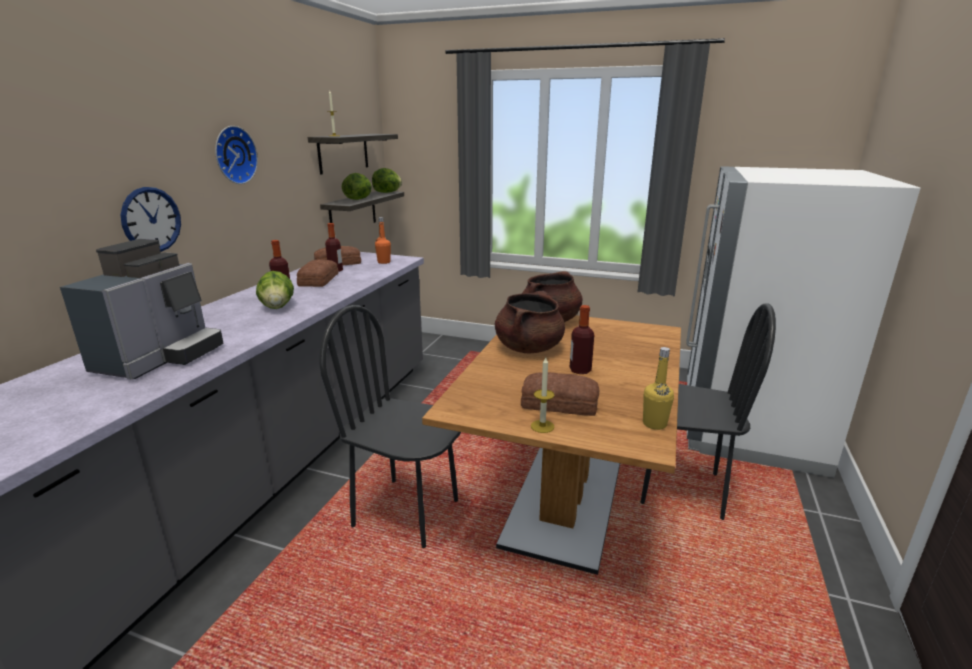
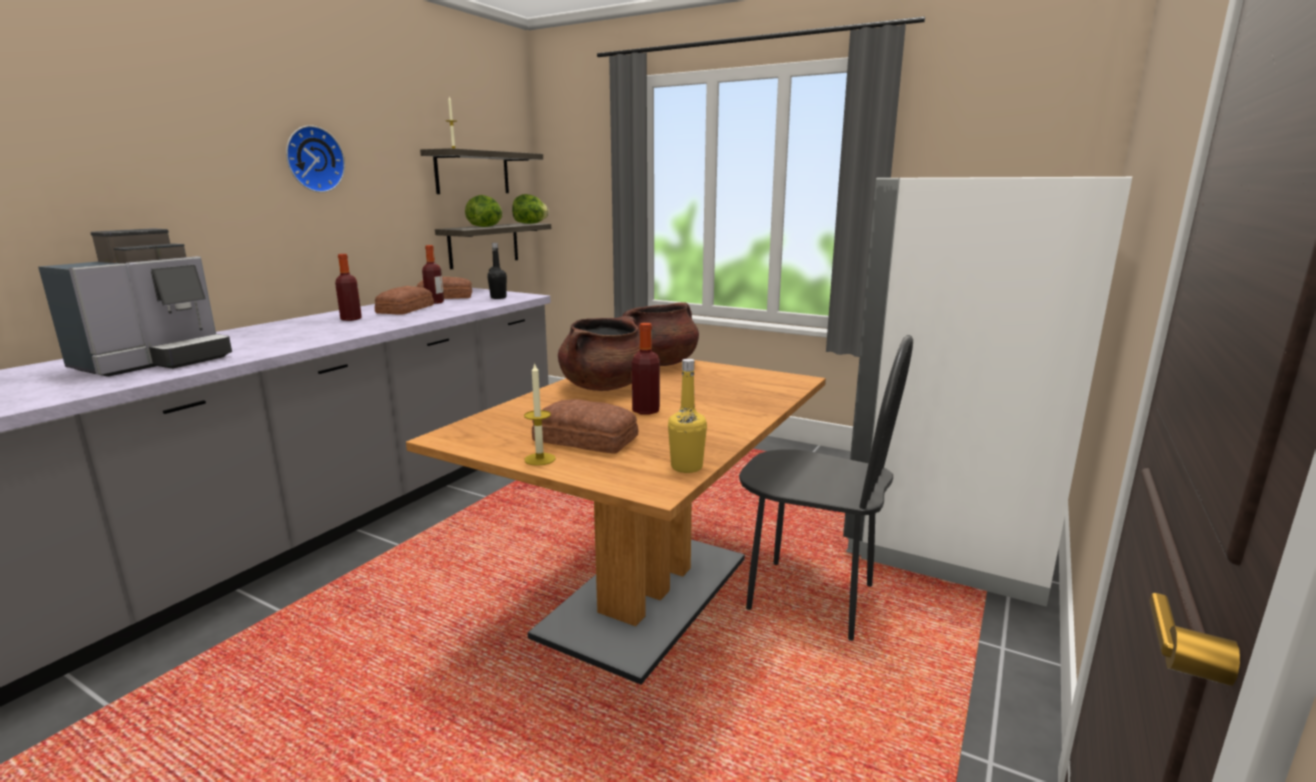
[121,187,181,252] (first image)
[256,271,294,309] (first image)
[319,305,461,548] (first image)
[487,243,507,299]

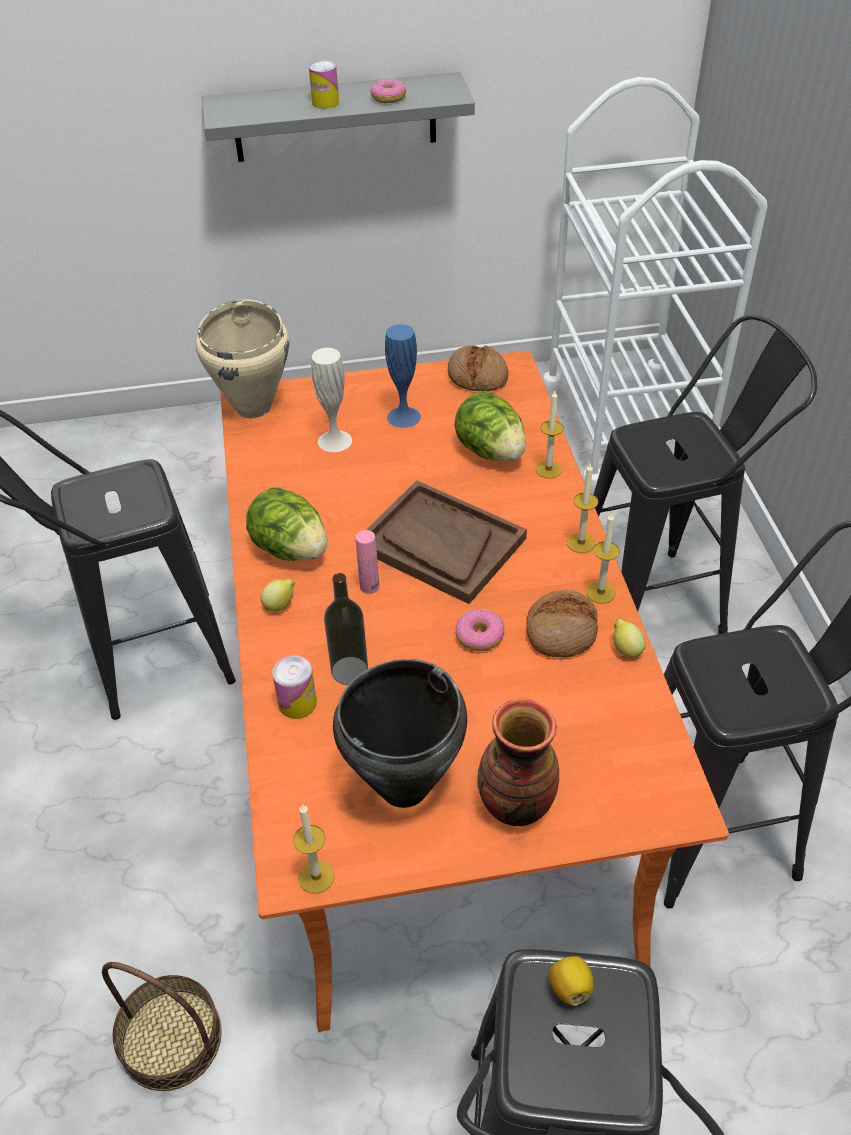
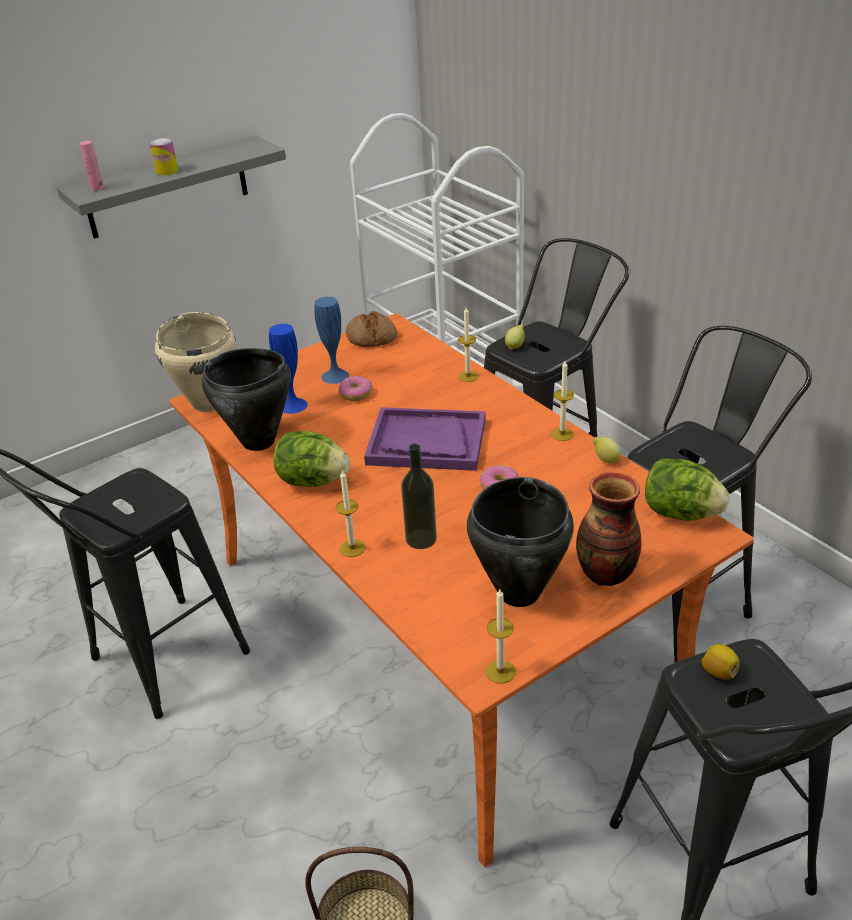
[272,656,317,719] (first image)
[527,590,598,657] (first image)
[202,348,291,451]
[505,325,525,350]
[79,141,104,191]
[339,376,372,401]
[645,458,730,521]
[336,469,365,557]
[269,324,308,414]
[364,407,486,471]

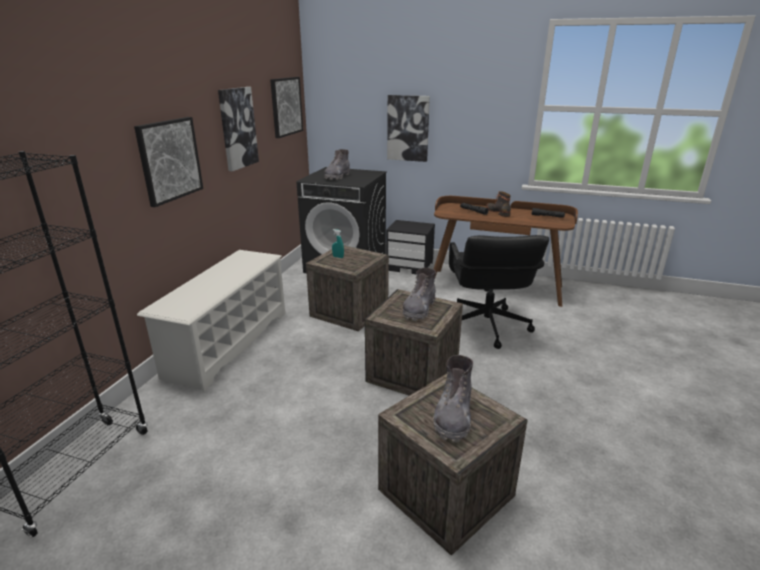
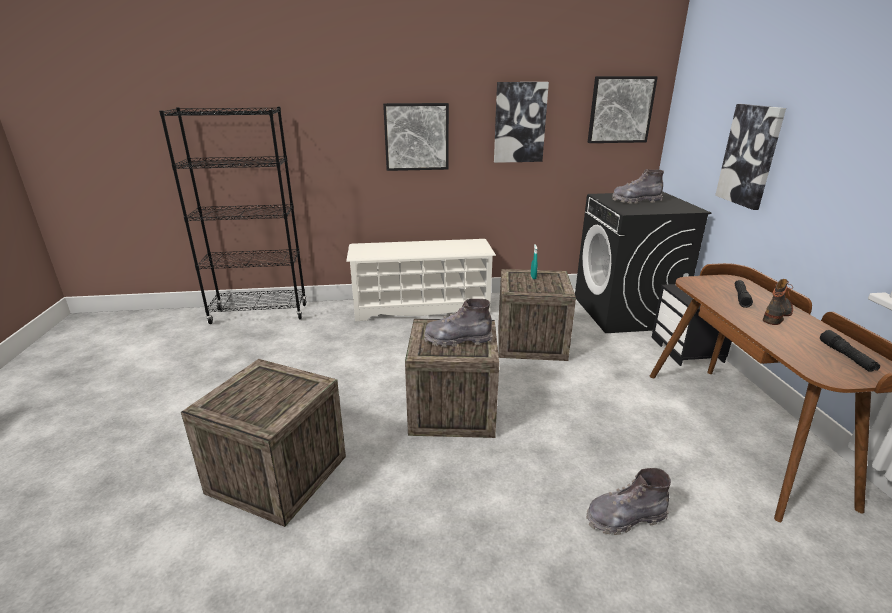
[449,235,549,349] (first image)
[586,468,671,535]

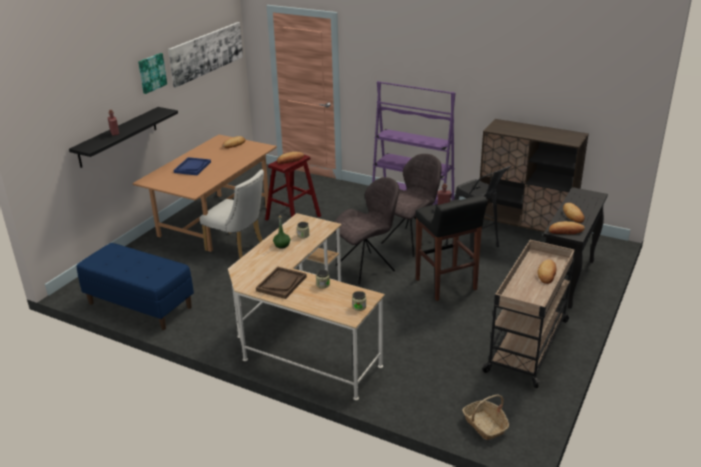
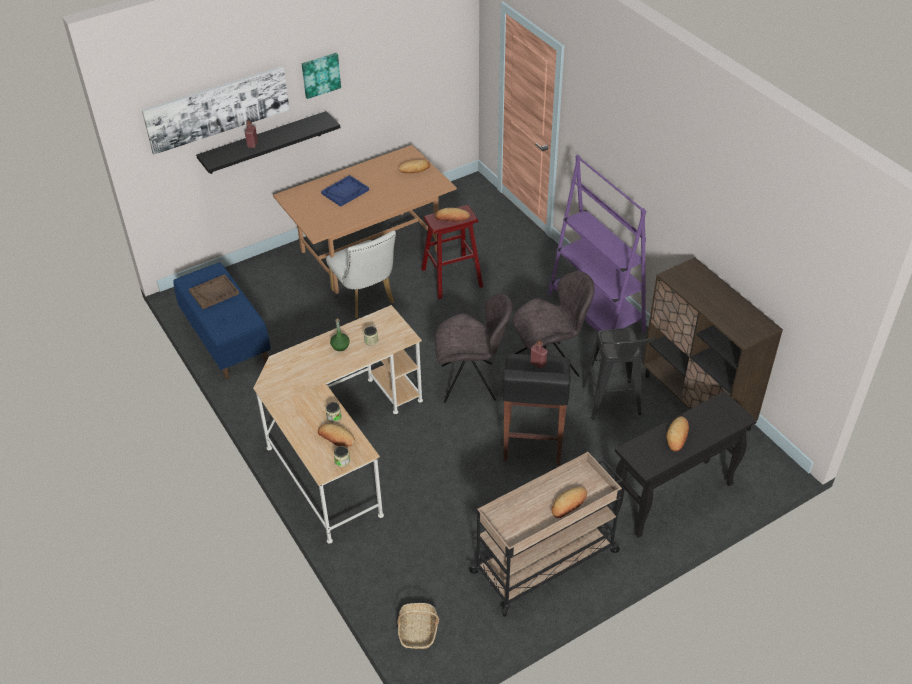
[142,66,290,155]
[189,274,239,309]
[318,423,355,447]

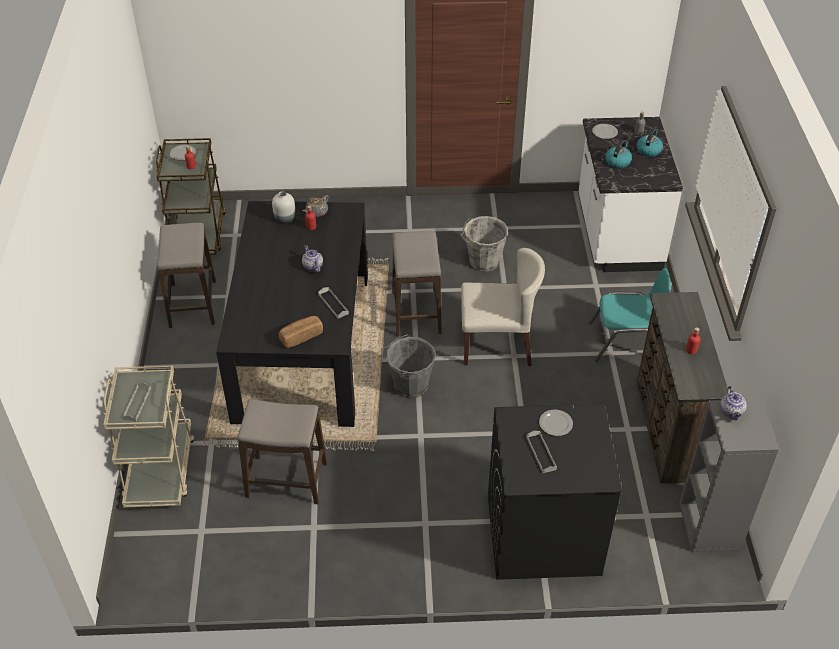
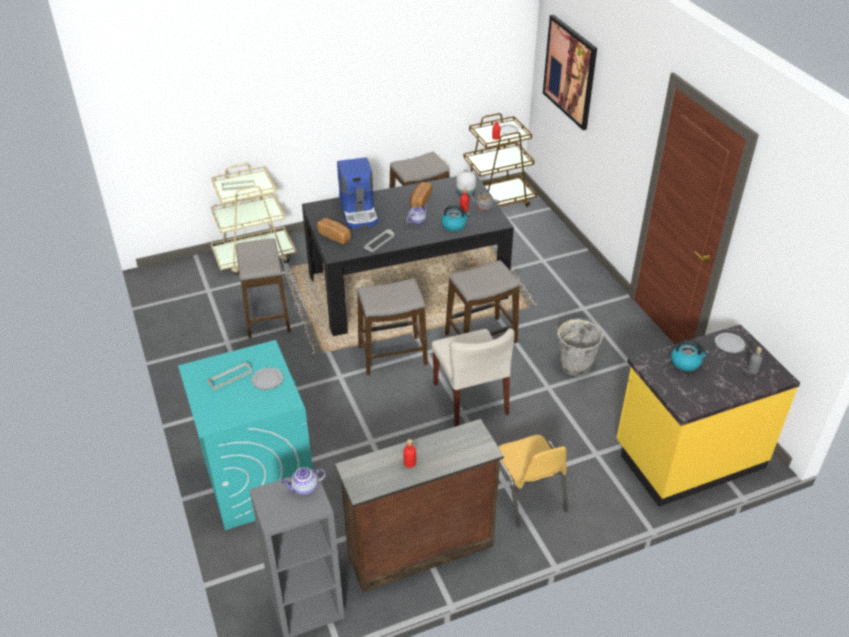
[337,157,378,229]
[410,182,432,208]
[543,14,597,130]
[441,205,470,231]
[357,279,428,375]
[178,340,313,530]
[616,324,800,507]
[498,435,568,527]

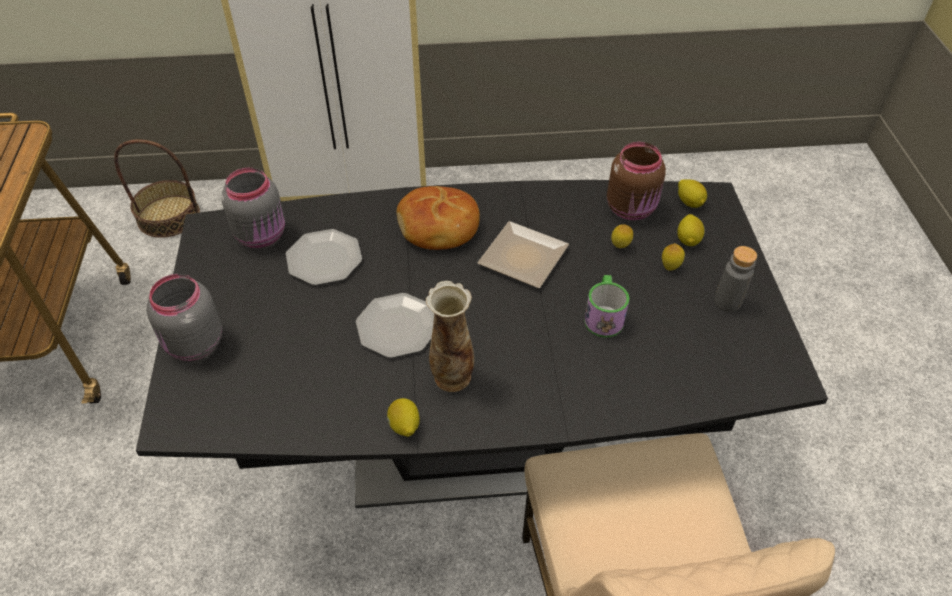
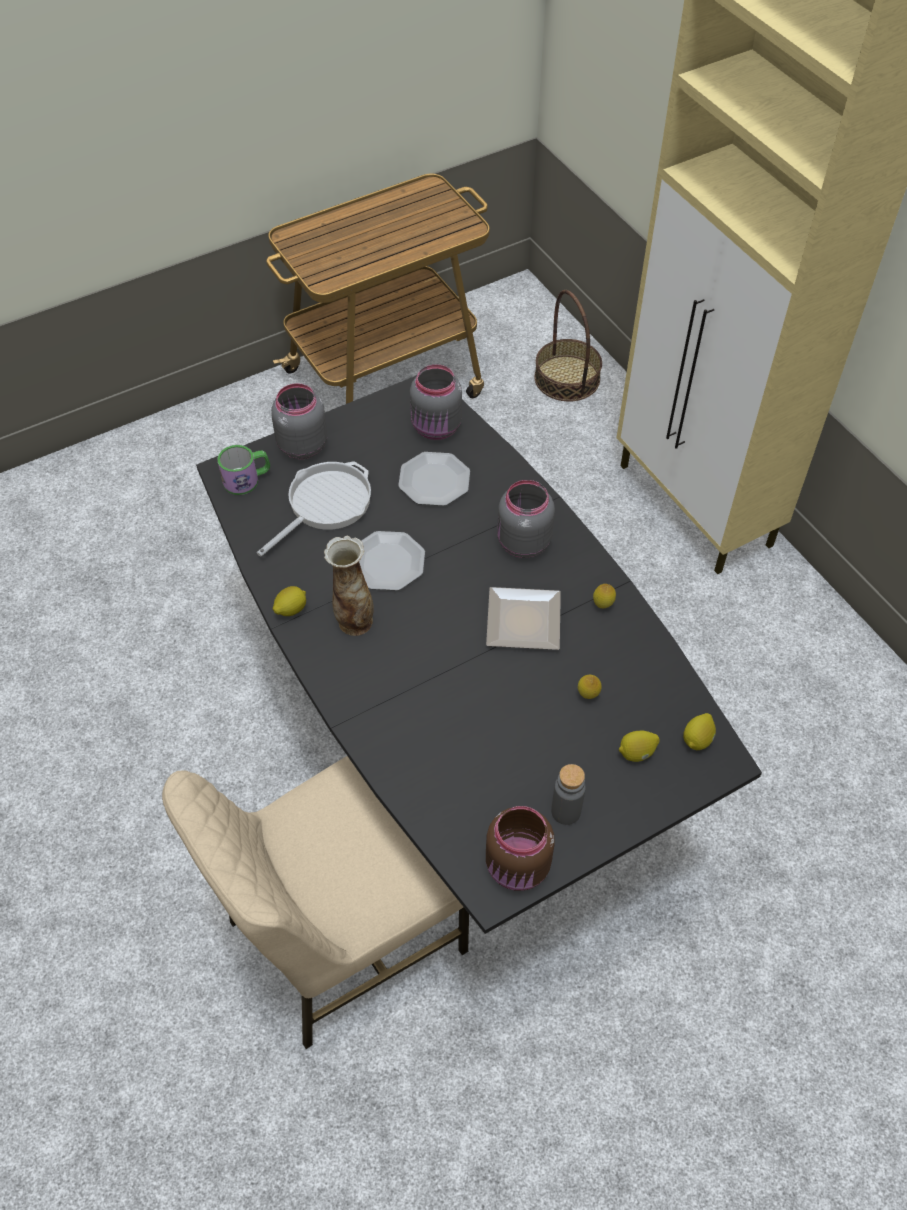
[257,461,371,556]
[217,445,270,495]
[486,806,555,891]
[593,584,616,608]
[497,480,555,558]

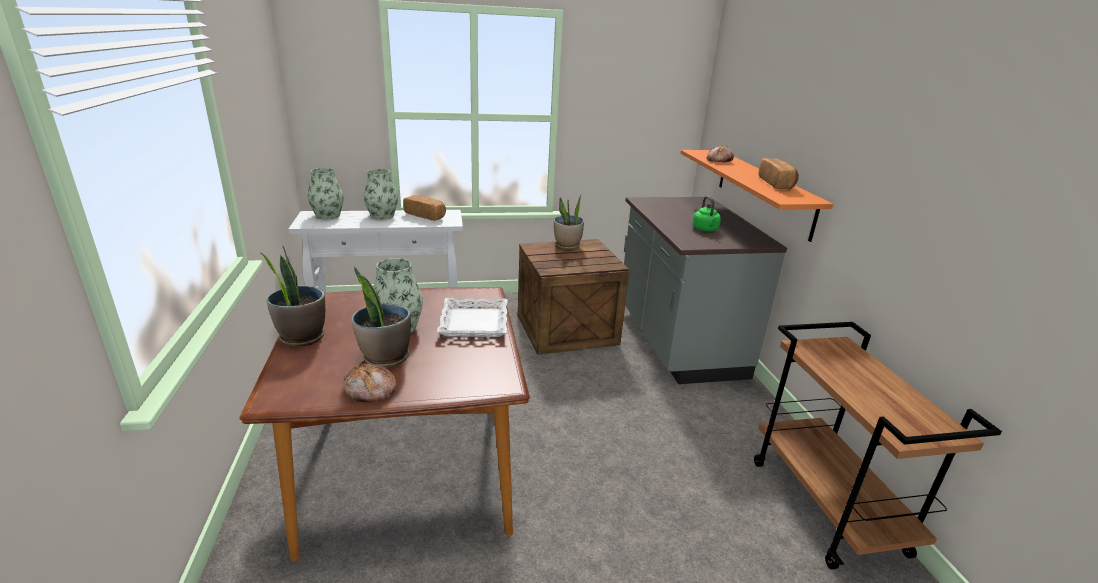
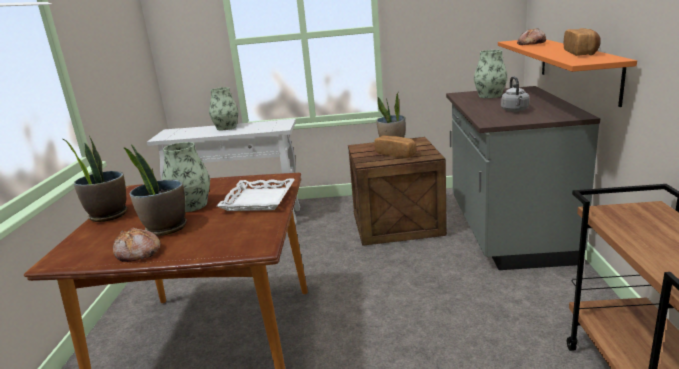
[474,50,508,98]
[374,135,417,158]
[501,76,530,112]

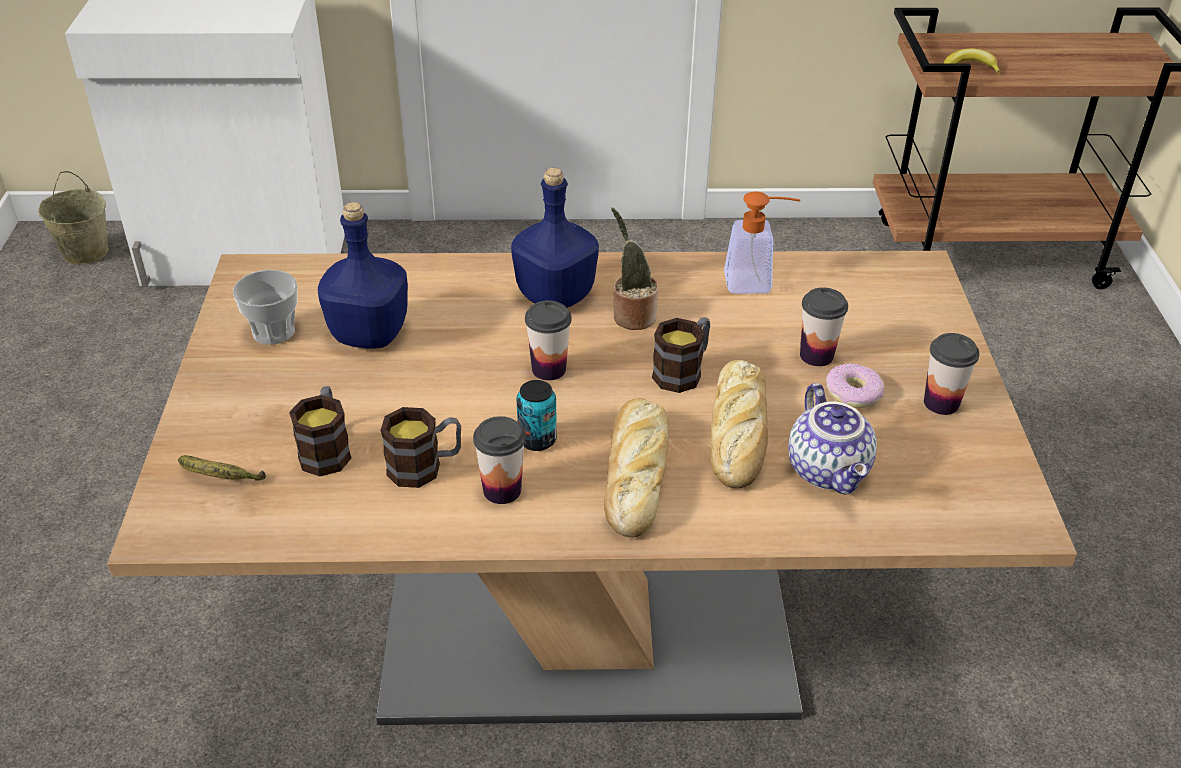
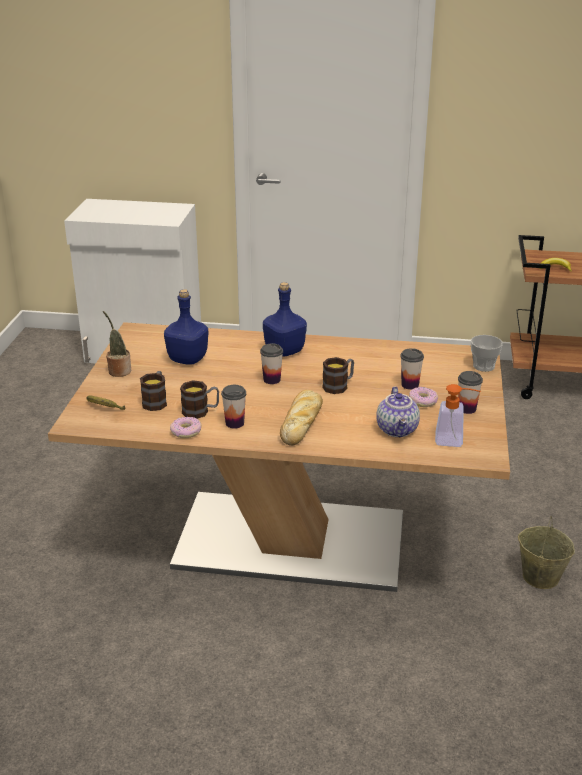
[516,380,557,451] (first image)
[711,360,768,488] (first image)
[170,417,202,438]
[518,516,575,589]
[471,335,503,372]
[103,311,132,377]
[435,384,481,447]

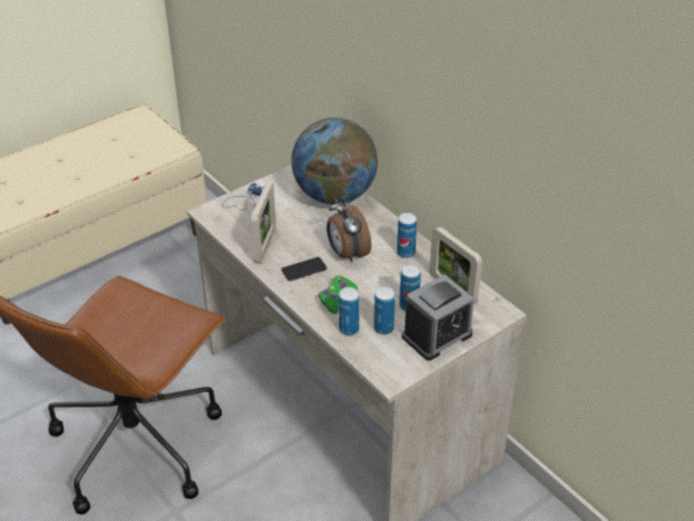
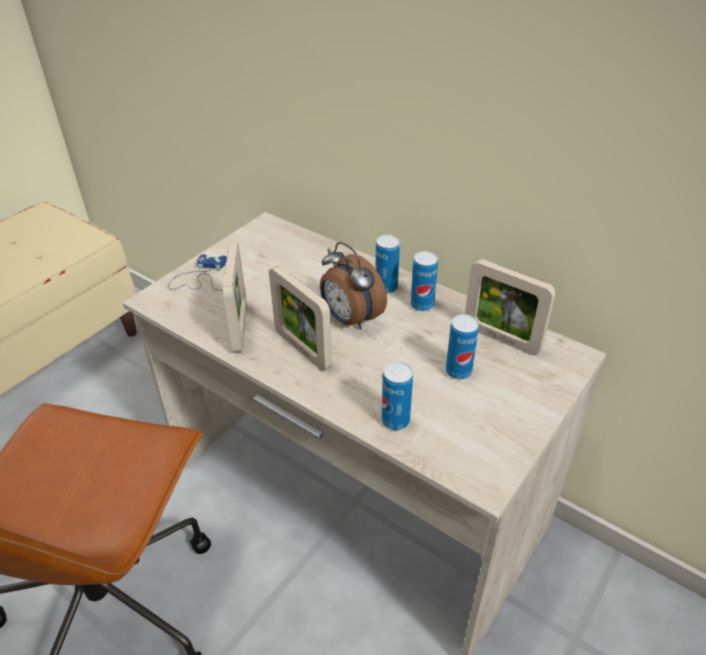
[291,118,378,204] (first image)
[318,276,358,314] (first image)
[402,274,474,361] (first image)
[375,235,400,293]
[269,266,332,371]

